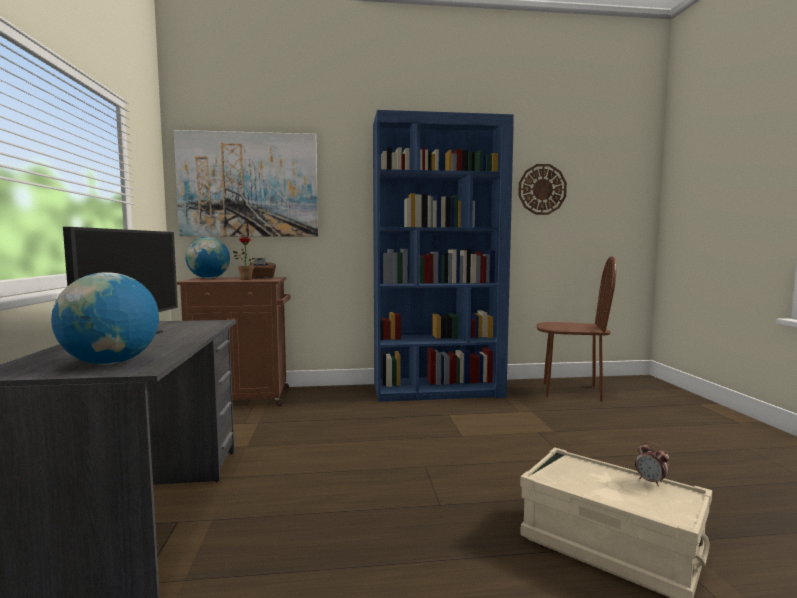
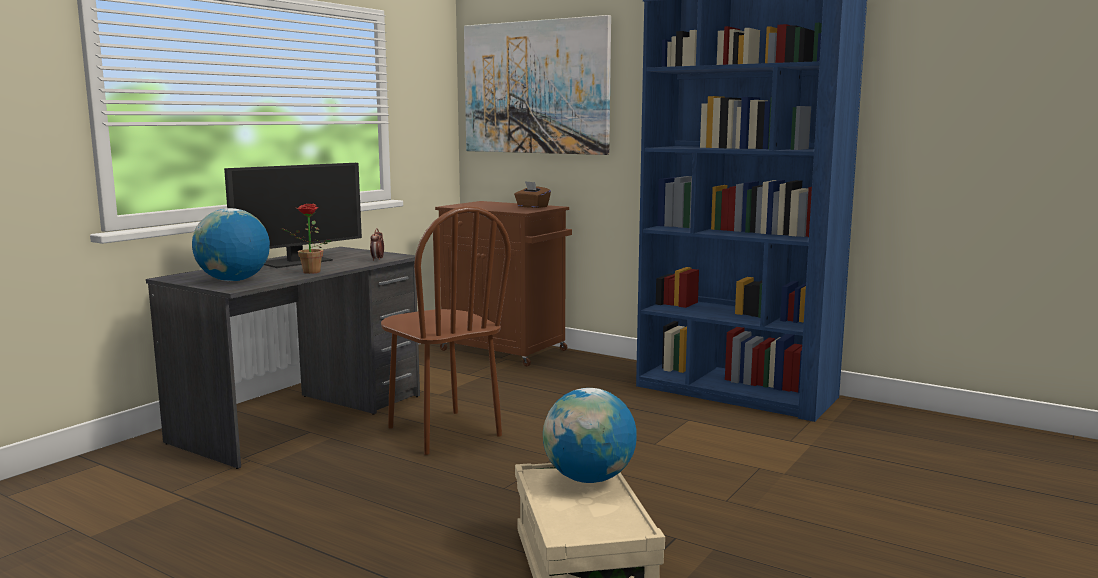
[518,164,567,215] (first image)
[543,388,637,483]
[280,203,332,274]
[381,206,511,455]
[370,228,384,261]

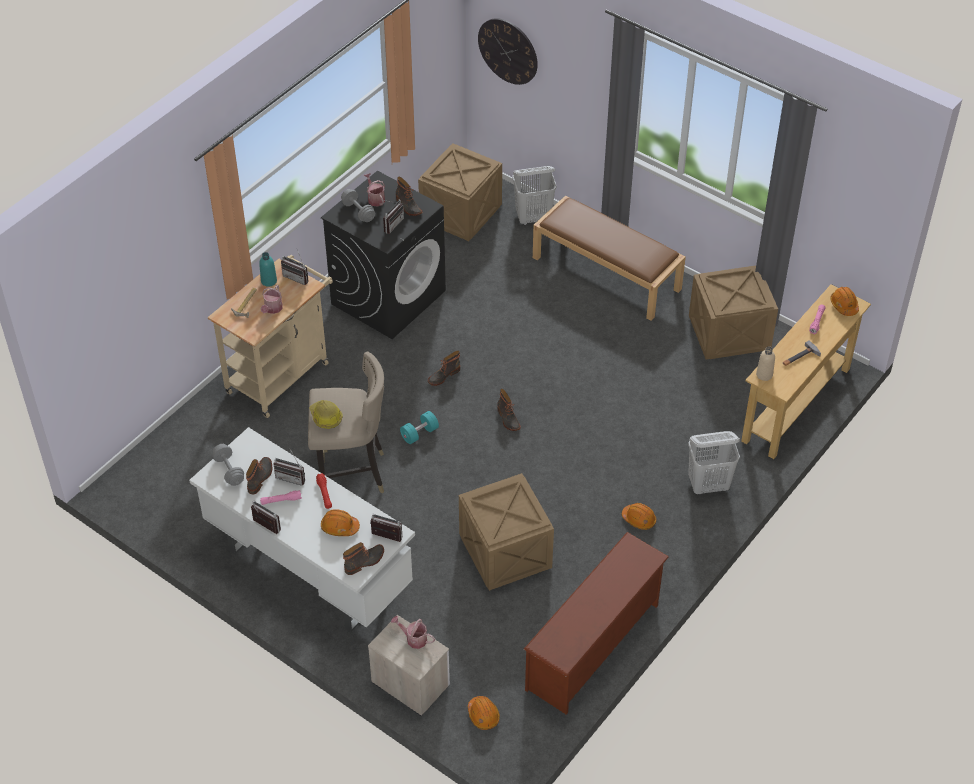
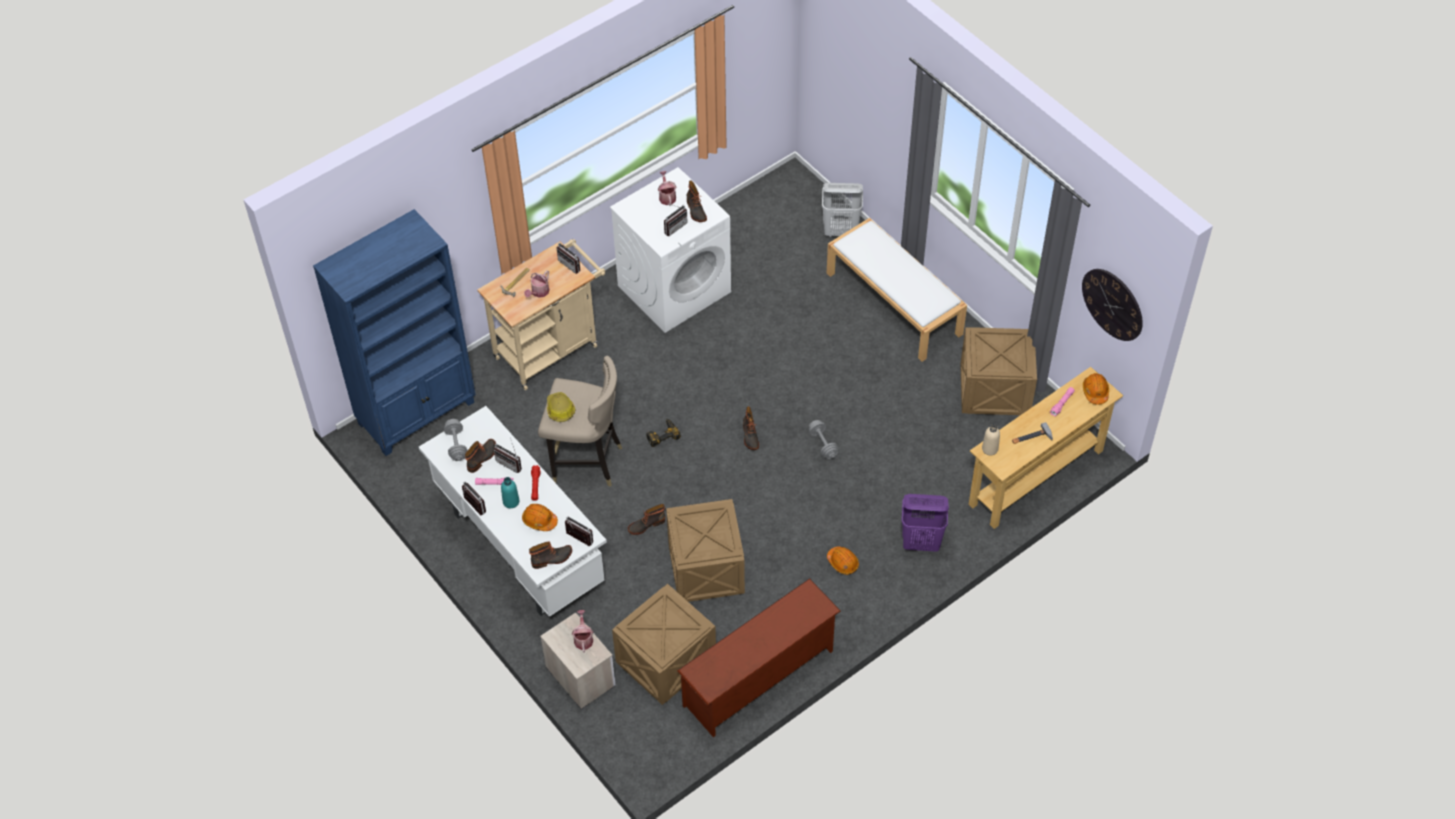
[468,696,500,730] (first image)
[313,209,476,456]
[501,477,519,508]
[809,420,838,459]
[612,584,716,705]
[628,504,665,535]
[1082,269,1143,341]
[647,419,681,447]
[610,167,731,333]
[827,218,967,362]
[902,494,949,552]
[572,610,593,653]

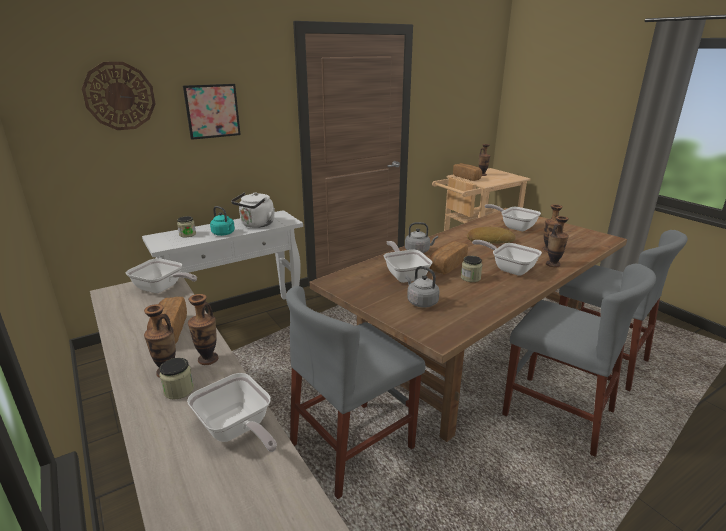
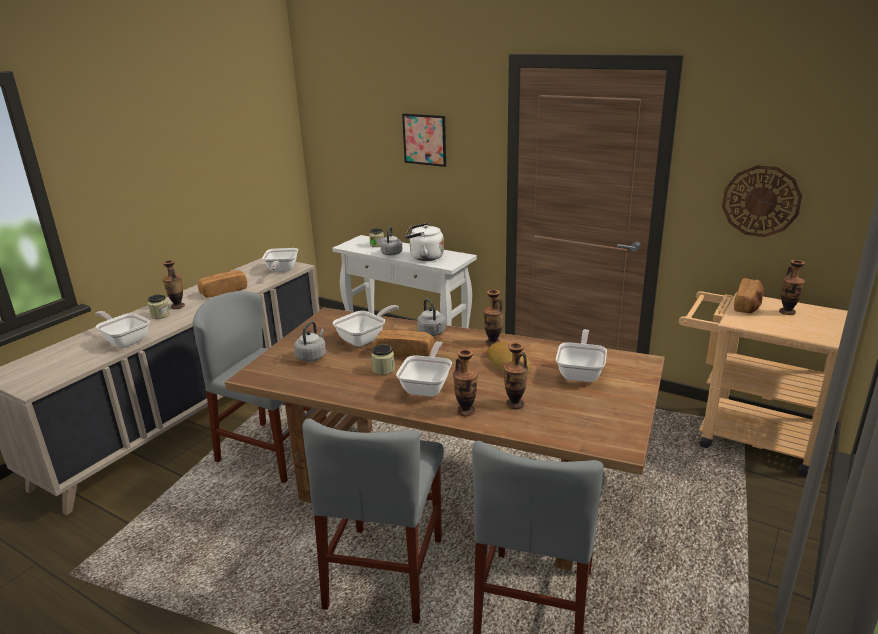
[722,165,802,237]
[483,289,504,346]
[380,227,402,256]
[95,311,150,348]

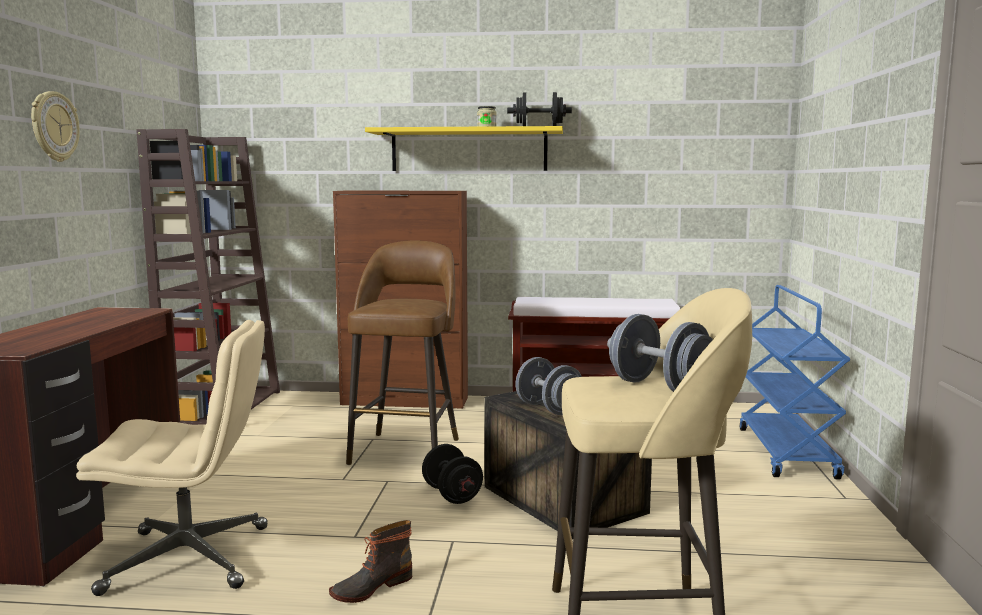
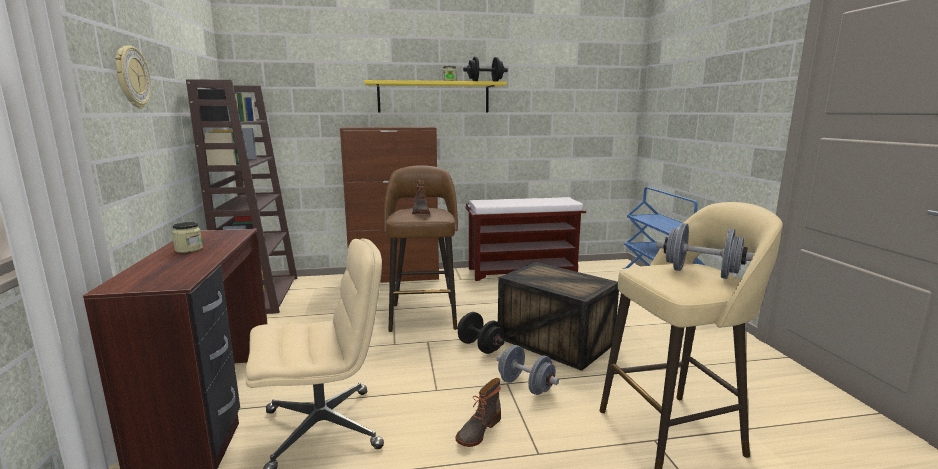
[172,222,203,253]
[412,180,430,214]
[497,345,559,395]

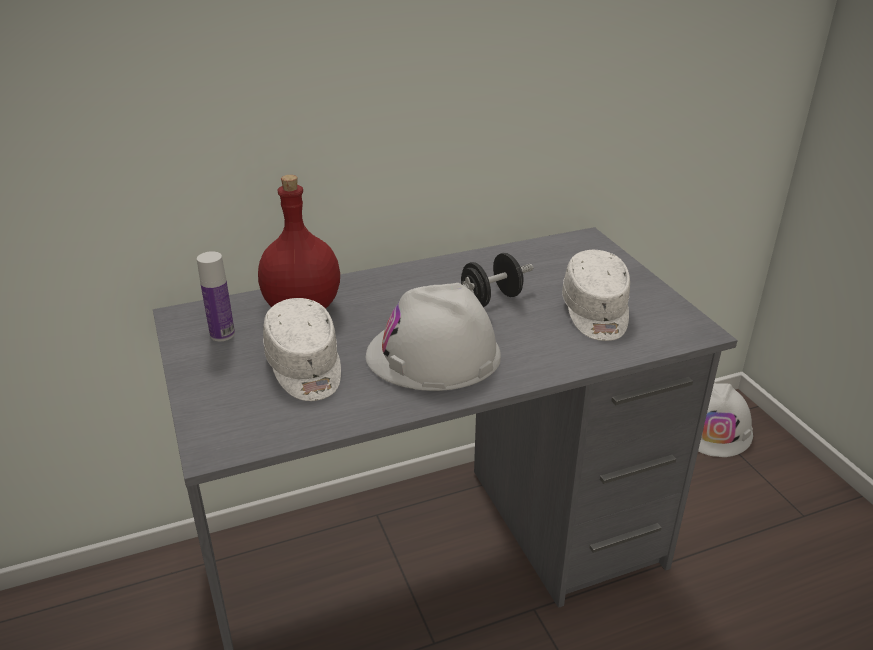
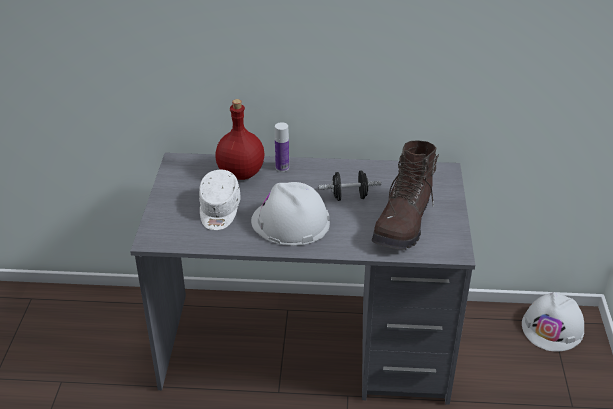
[275,122,289,172]
[371,140,439,250]

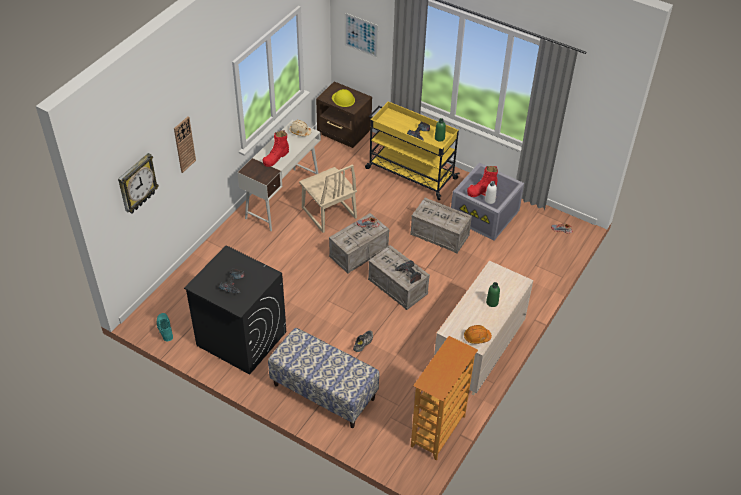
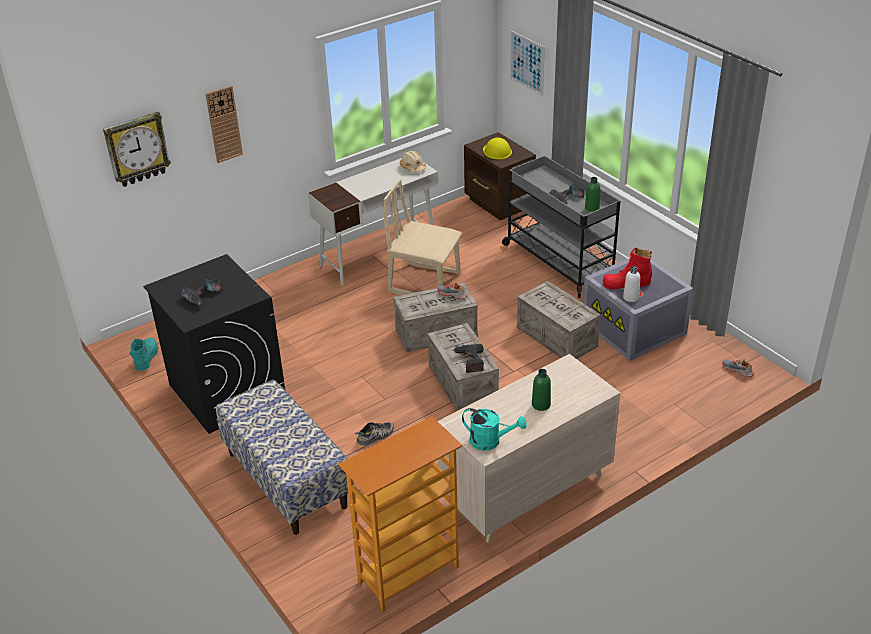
[263,130,289,167] (first image)
[462,408,527,451]
[502,155,620,298]
[383,179,462,295]

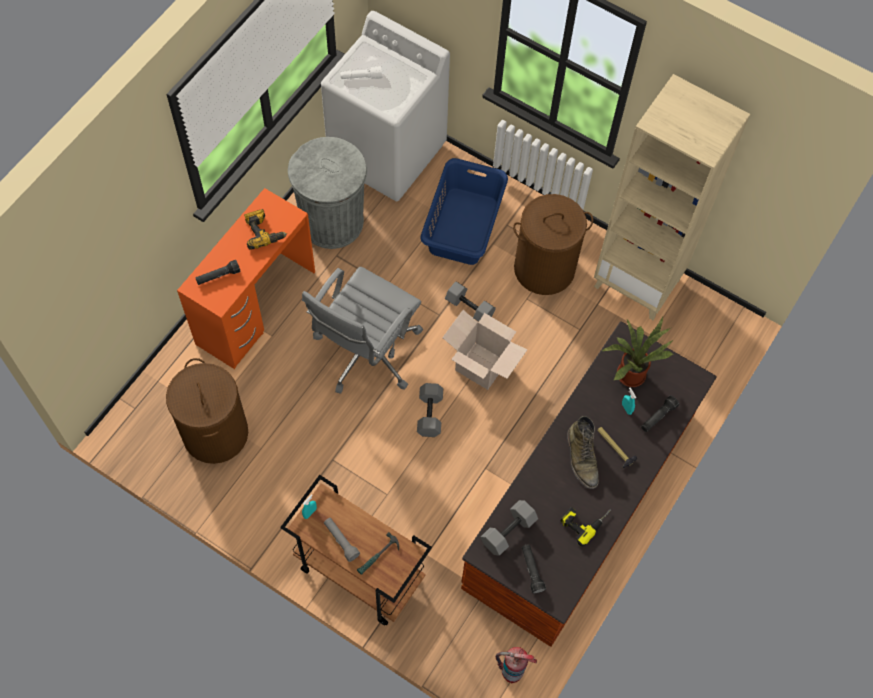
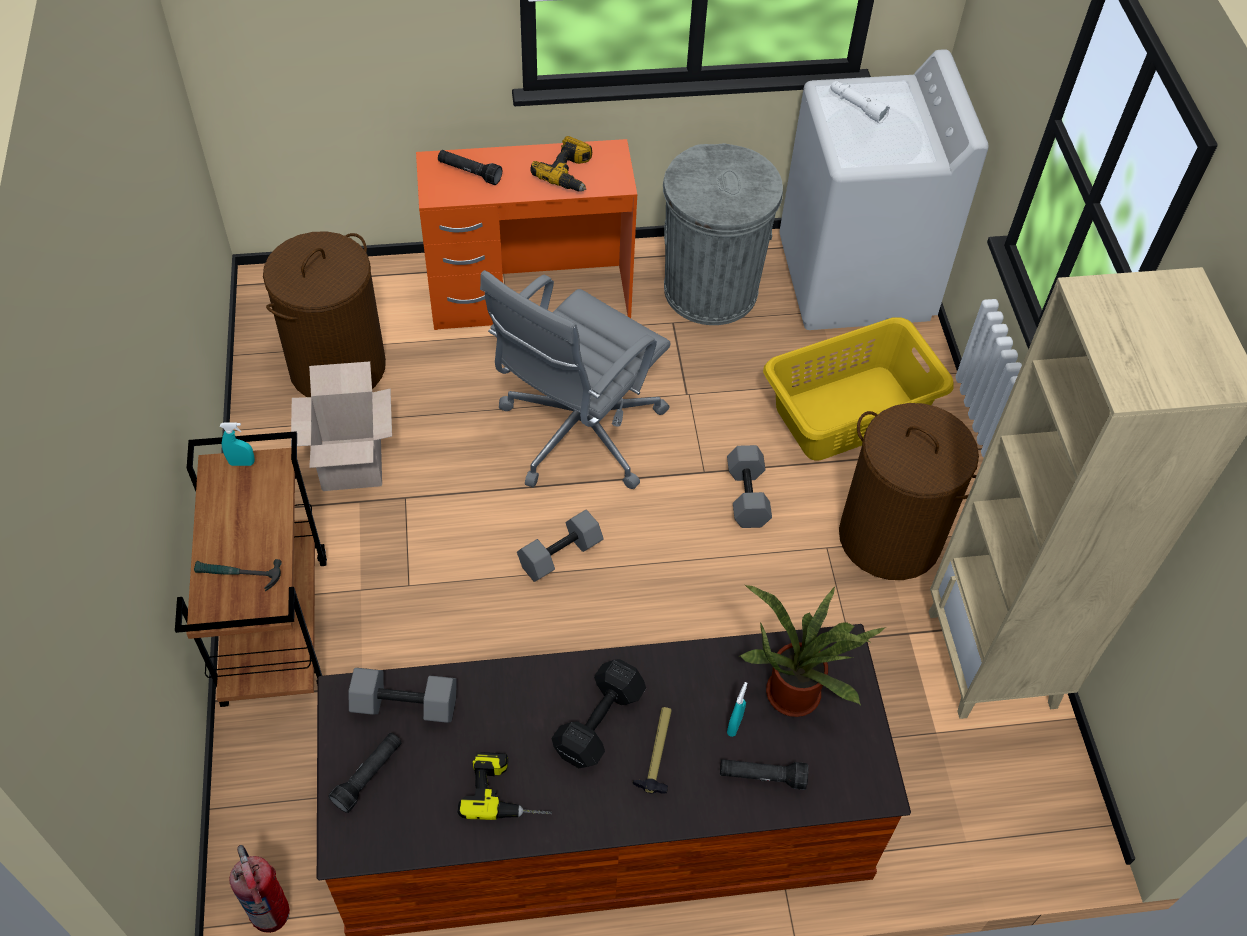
[324,518,360,562] (first image)
[291,361,392,491]
[552,659,646,768]
[763,317,954,461]
[480,270,671,489]

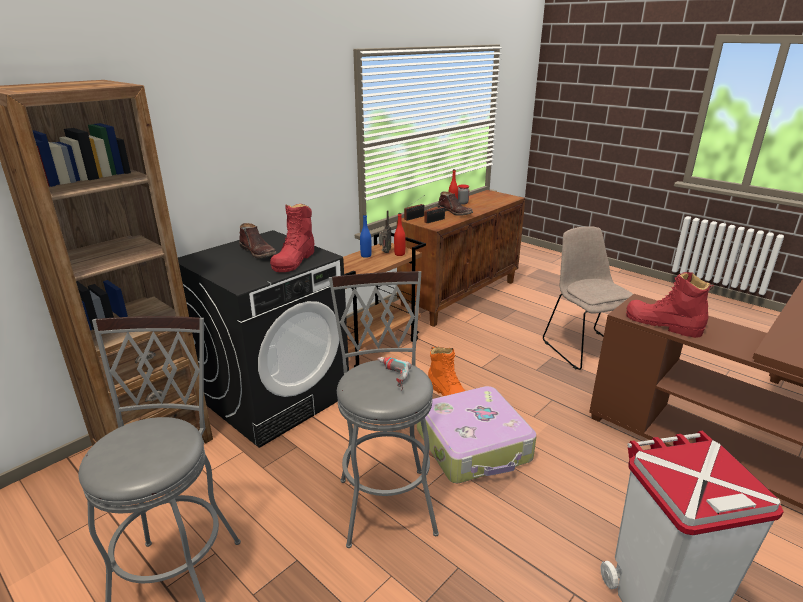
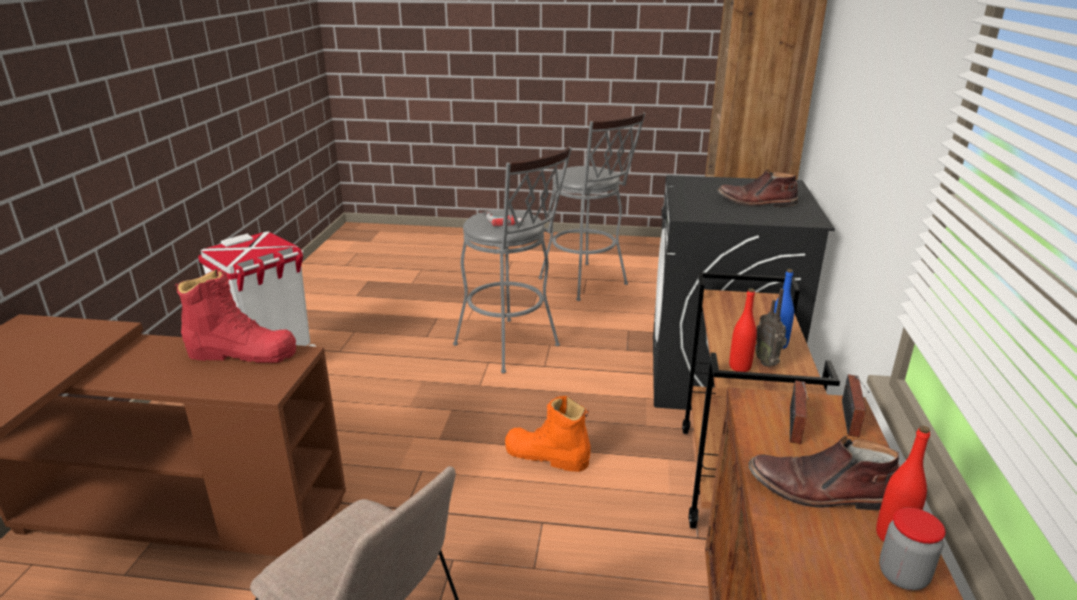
[270,204,315,272] (first image)
[417,386,537,483] (first image)

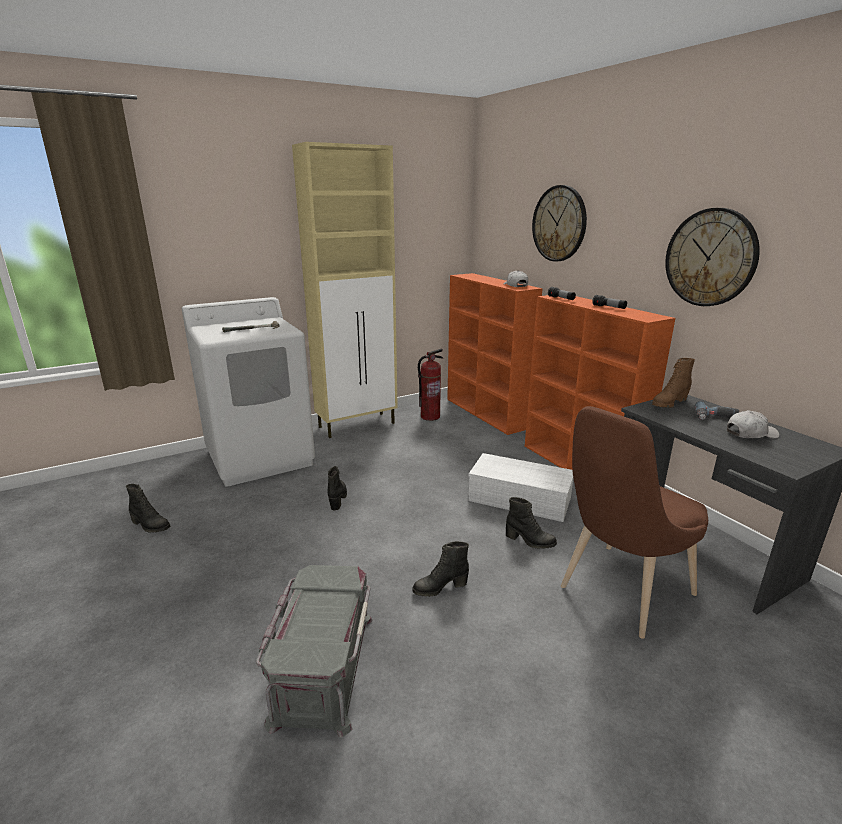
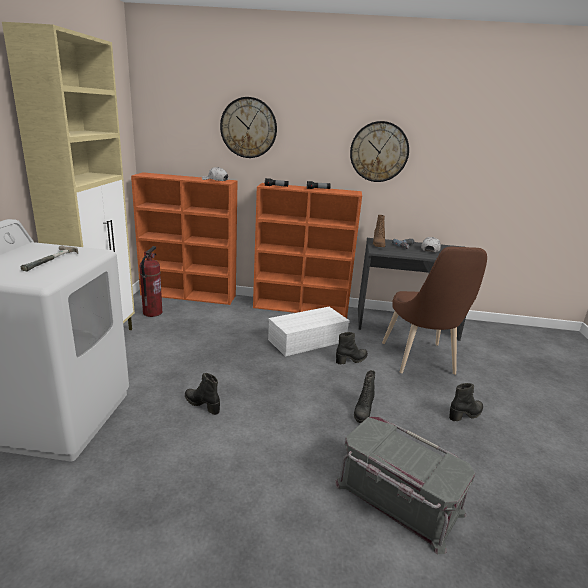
[449,383,483,421]

